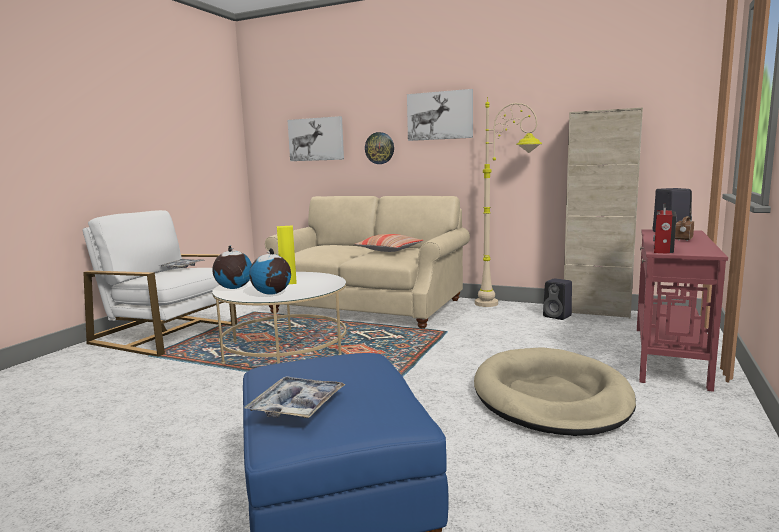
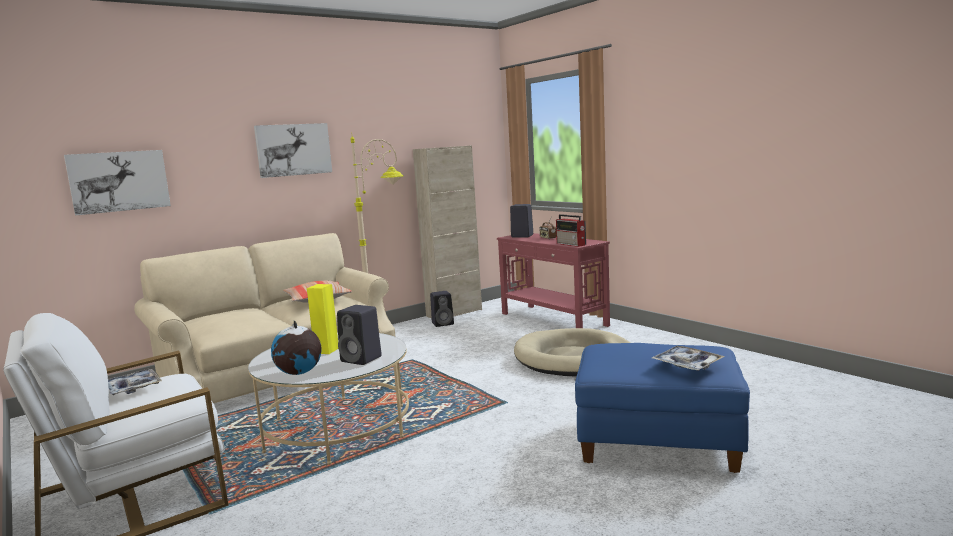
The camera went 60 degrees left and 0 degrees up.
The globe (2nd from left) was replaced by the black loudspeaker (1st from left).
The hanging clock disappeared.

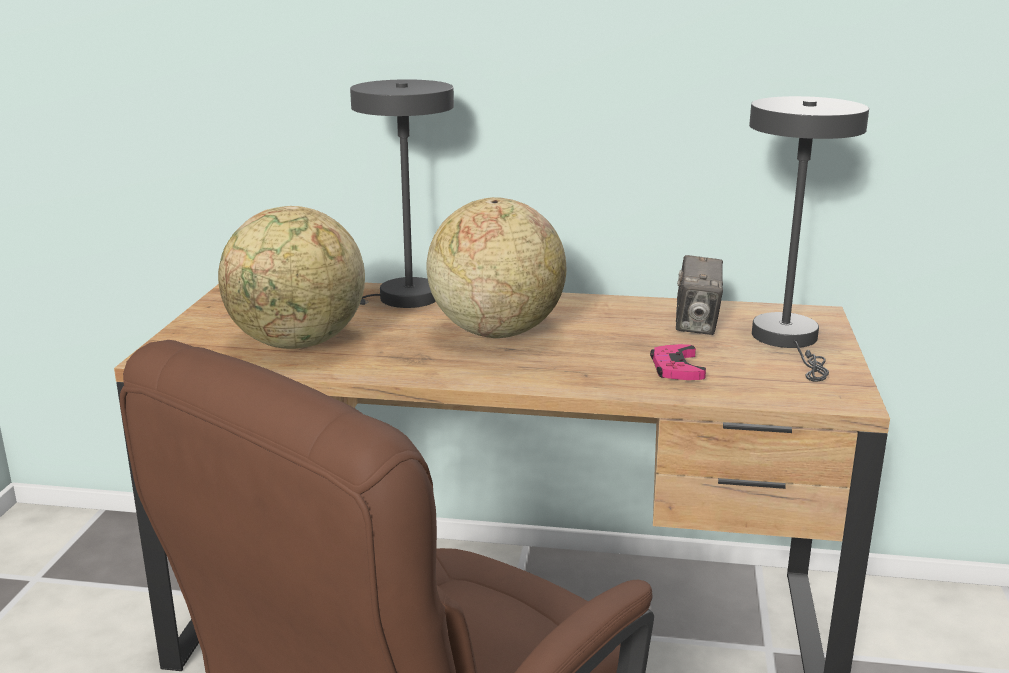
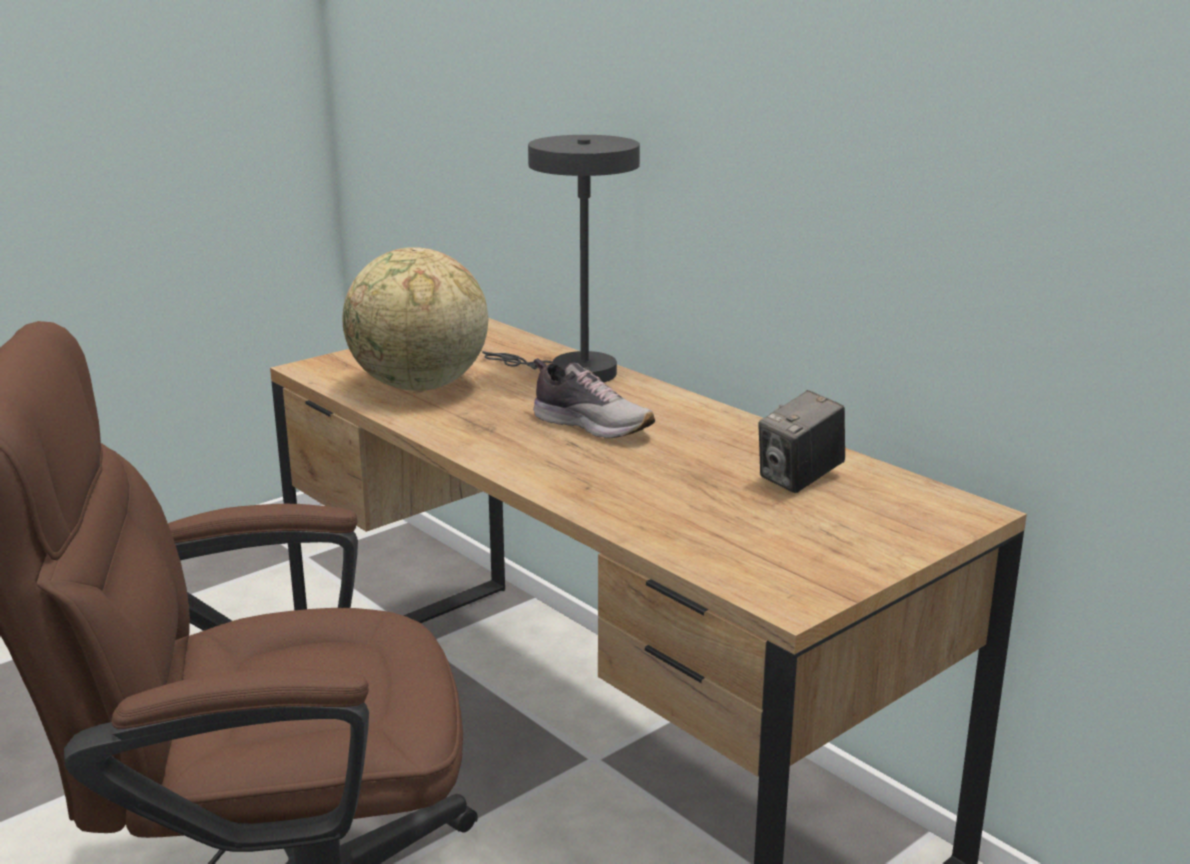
The camera went 40 degrees right and 0 degrees up.
The globe (2nd from left) was replaced by the item of footwear.
The pink joypad disappeared.
The grey lamp for a table (2nd from left) disappeared.

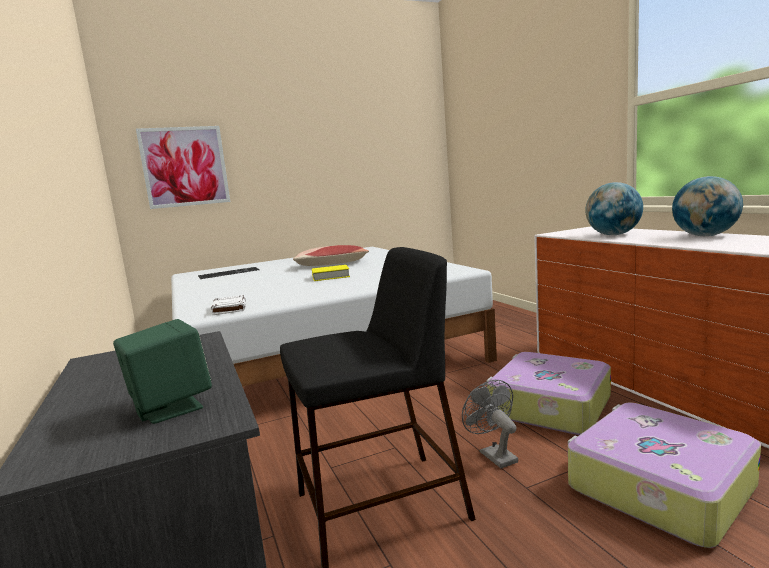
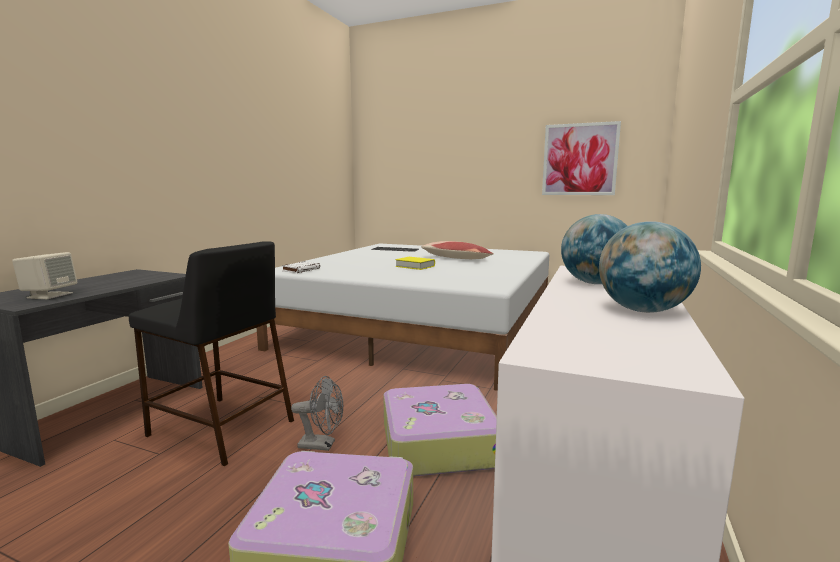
The camera went 45 degrees right and 0 degrees up.
The greenish loudspeaker became the sand-coloured loudspeaker.
The grey electric fan turned 75 degrees clockwise.
The wall art moved.

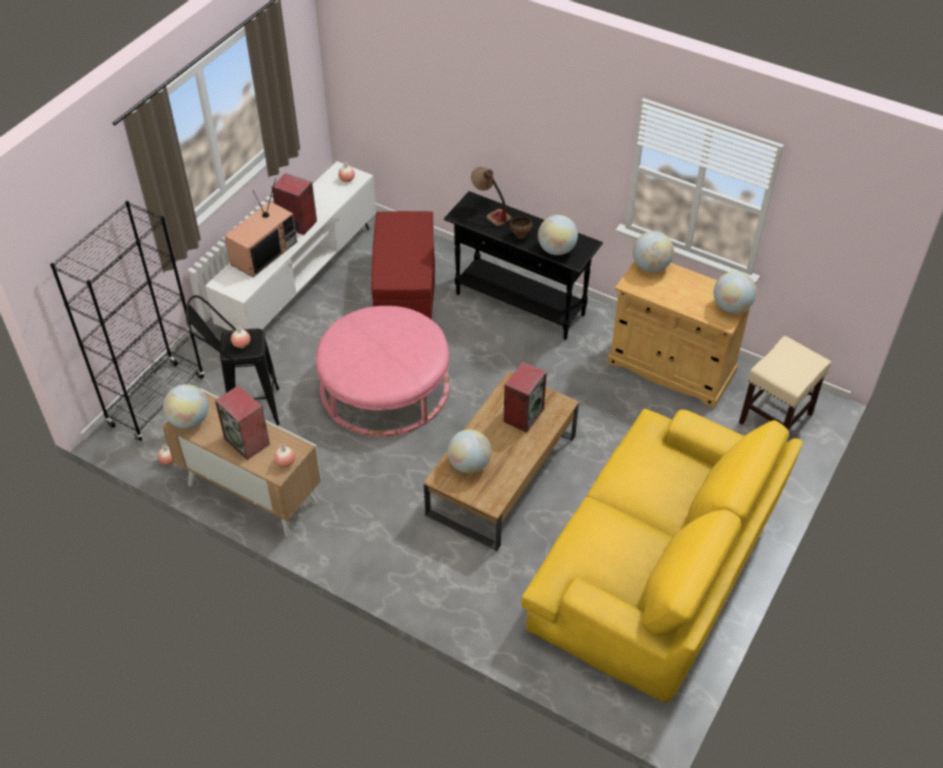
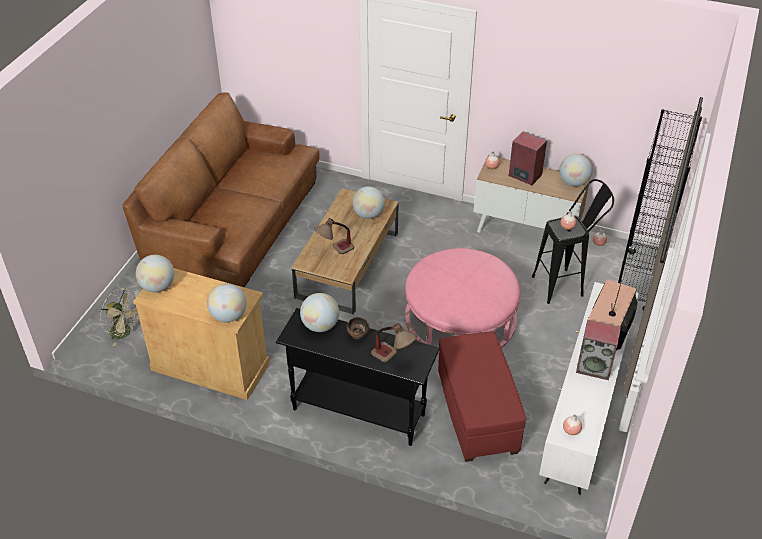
The camera went 170 degrees right and 5 degrees down.
The sand-coloured stool was replaced by the sand-coloured electric fan.
The yellowish sofa became the brown sofa.
The loudspeaker (3rd from left) was replaced by the lamp for a table (1st from left).

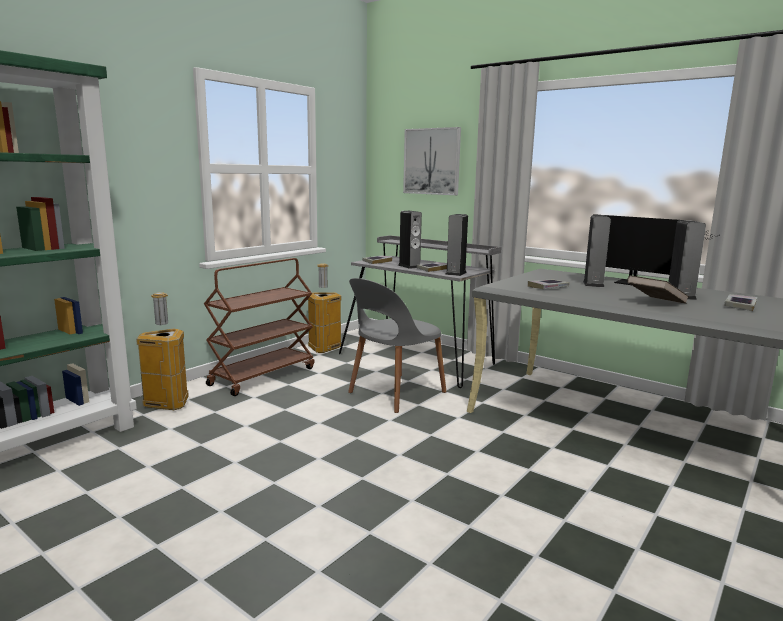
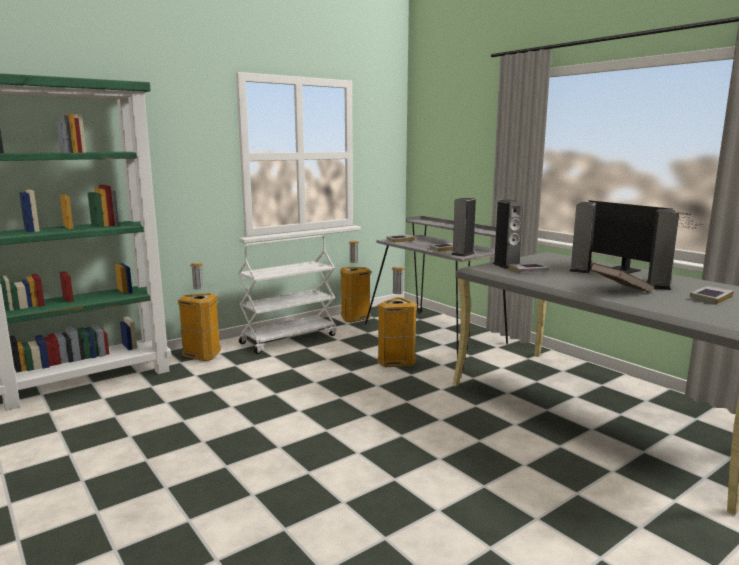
The camera went 15 degrees right and 0 degrees up.
The brown cart became the white cart.
The grey plain chair was replaced by the waste bin (3rd from left).
The loudspeaker (1st from left in the first image) moved.
The wall art disappeared.

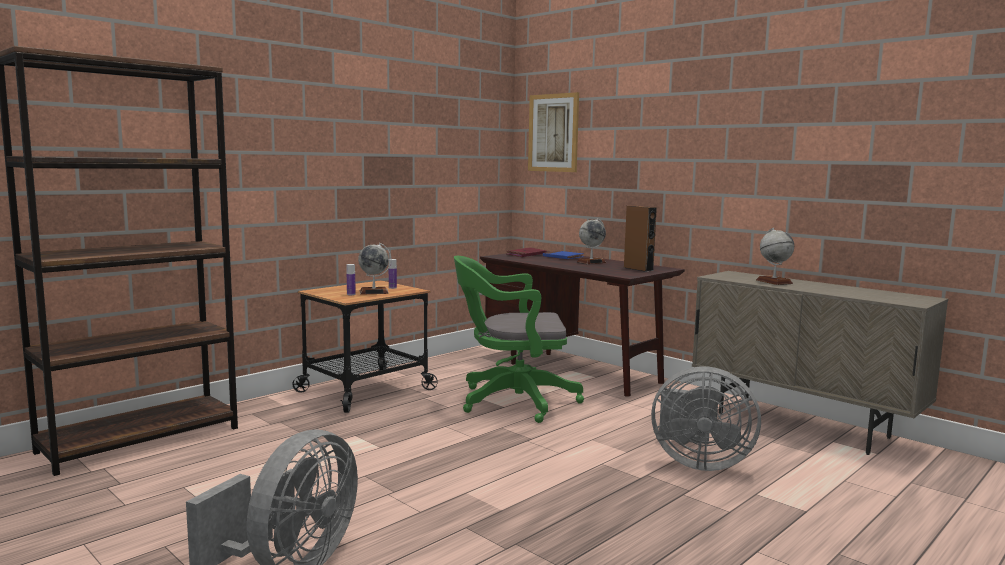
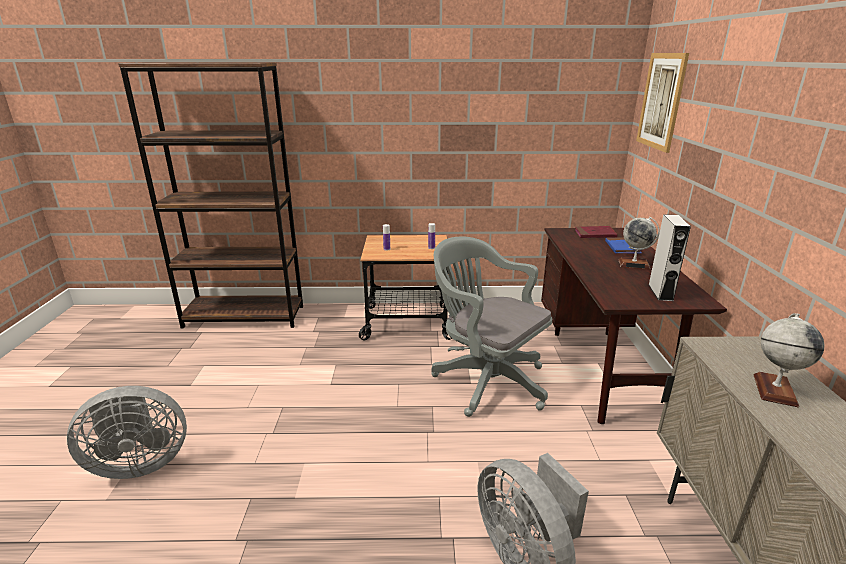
The camera went 45 degrees right and 15 degrees up.
The greenish office chair became the grey office chair.
The brown loudspeaker became the grey loudspeaker.
The globe (1st from left) disappeared.

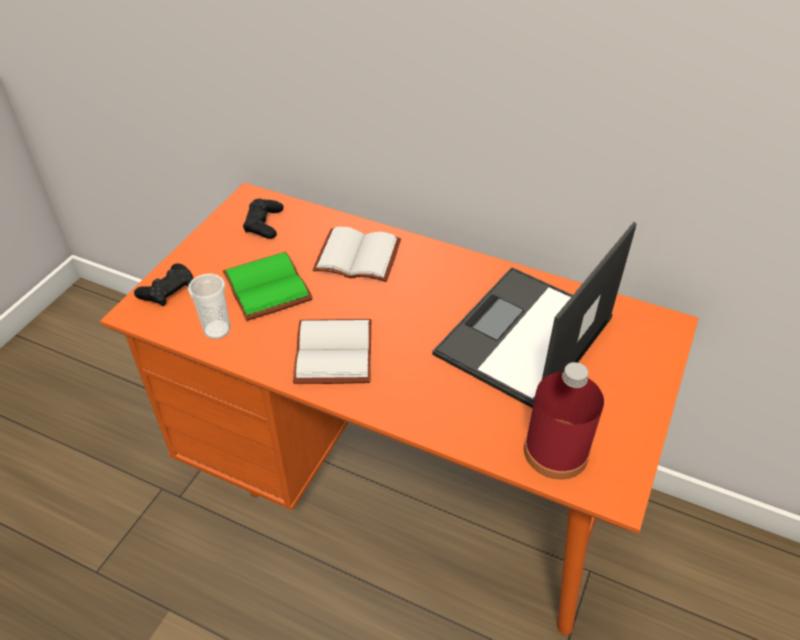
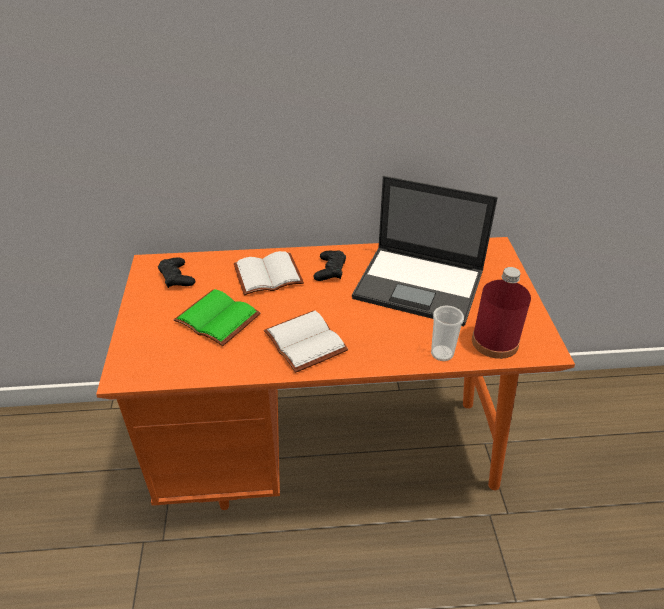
The camera went 30 degrees left and 5 degrees down.
The black joypad (1st from left in the first image) moved.
The notebook computer turned 75 degrees counterclockwise.
The small cup moved.

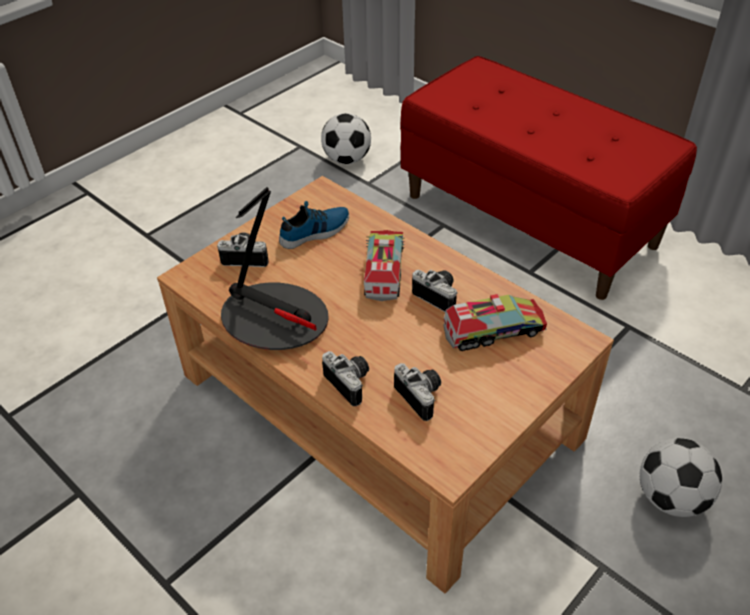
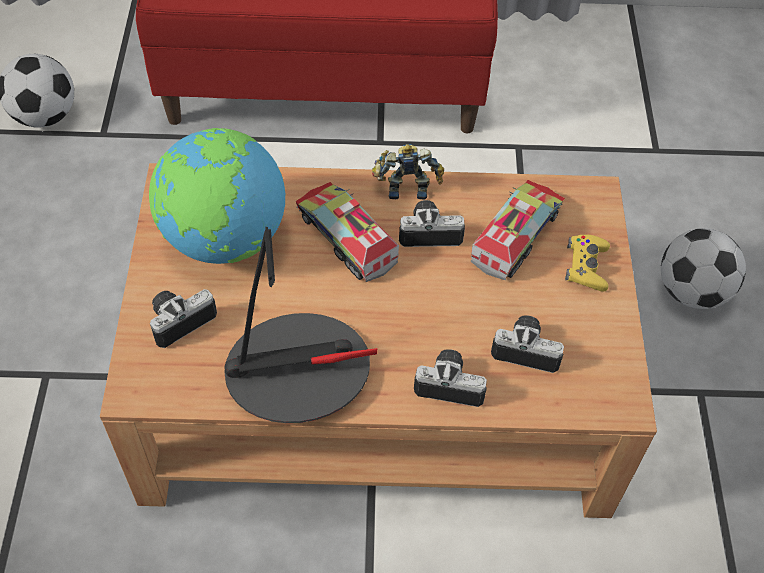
The camera went 45 degrees left and 10 degrees up.
The item of footwear was replaced by the globe.
The model robot appeared.
The yellowish joypad appeared.

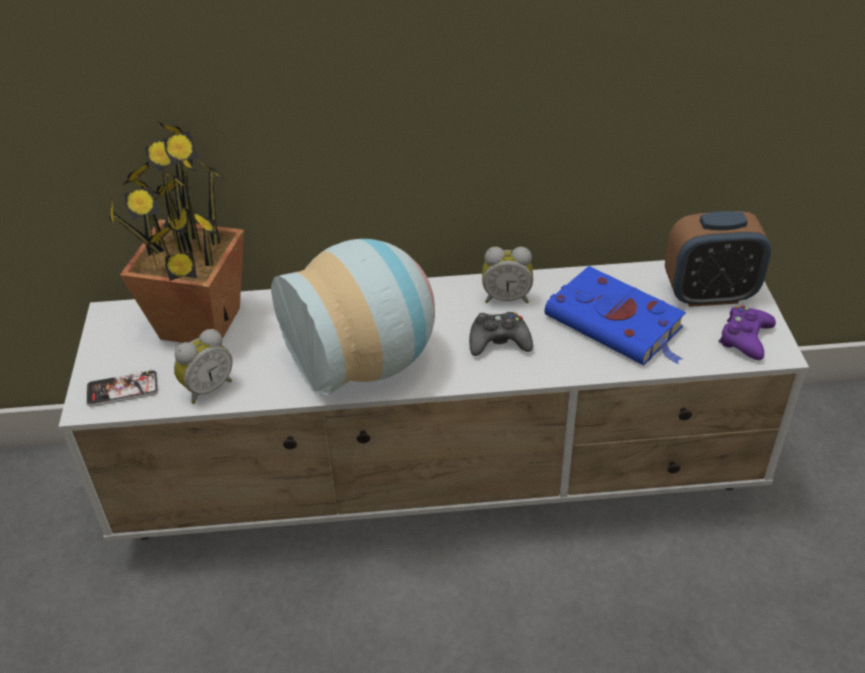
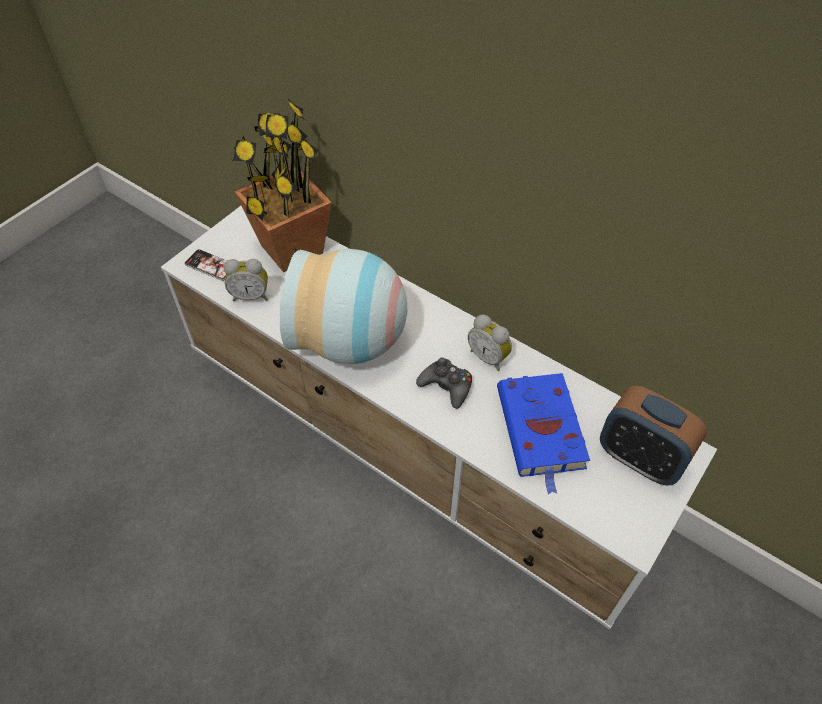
The camera went 40 degrees right and 10 degrees up.
The purple joypad disappeared.

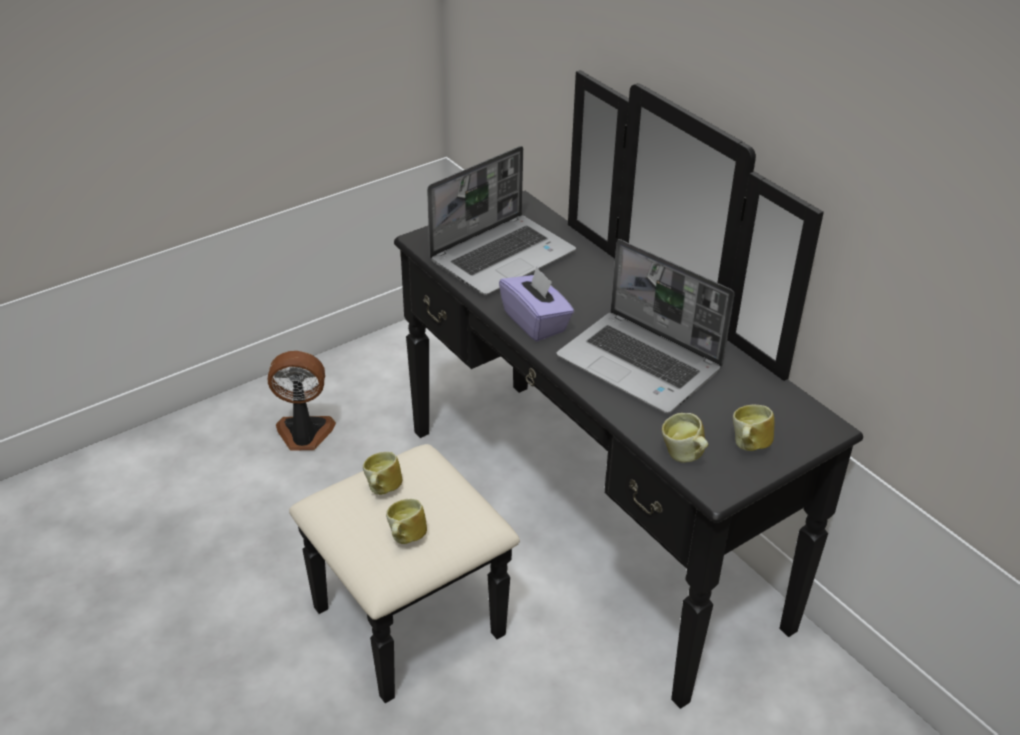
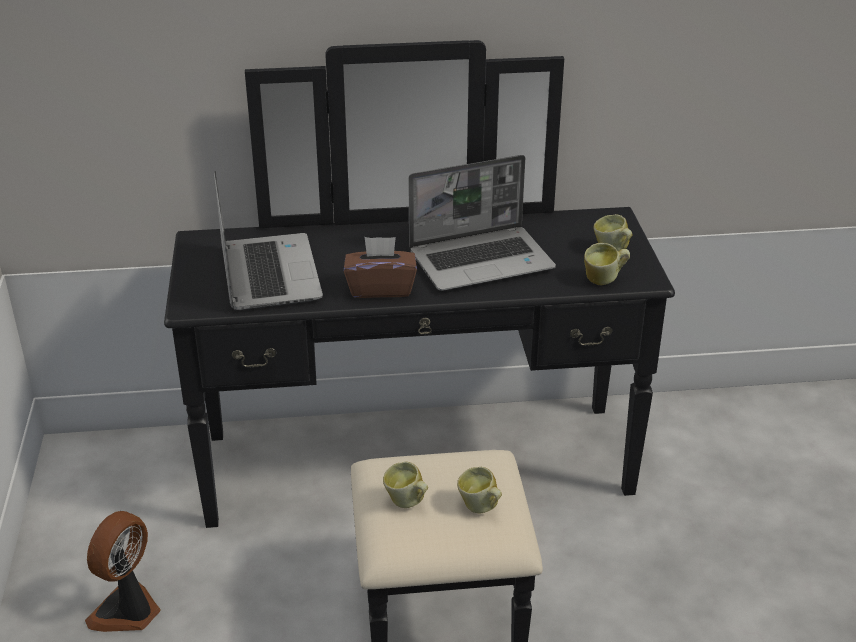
The camera went 60 degrees left and 5 degrees down.
The purple tissue holder became the brown tissue holder.

